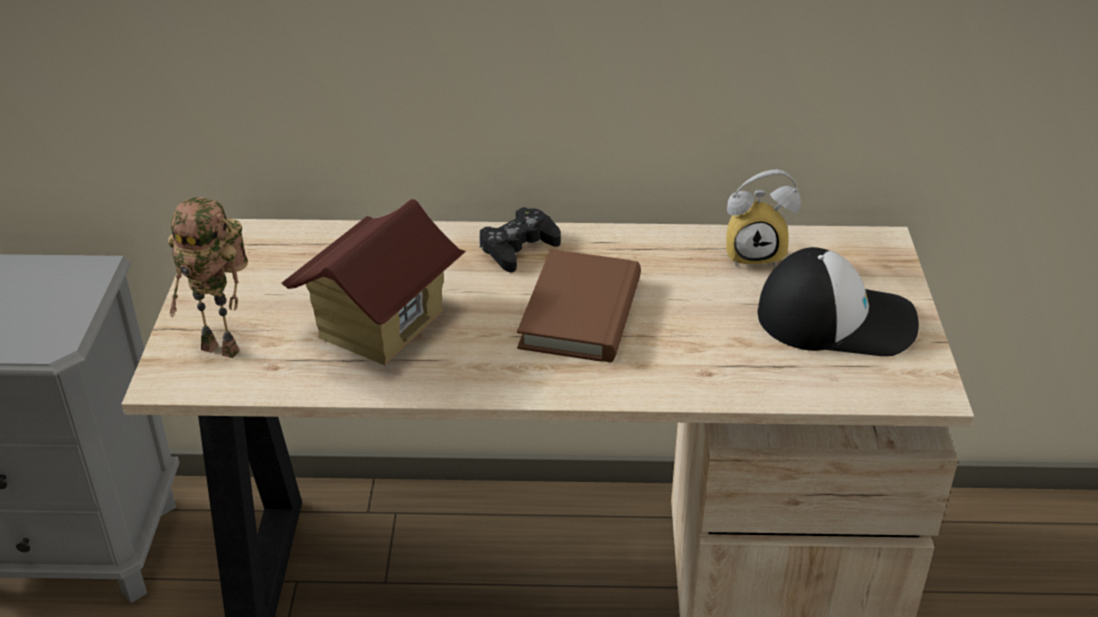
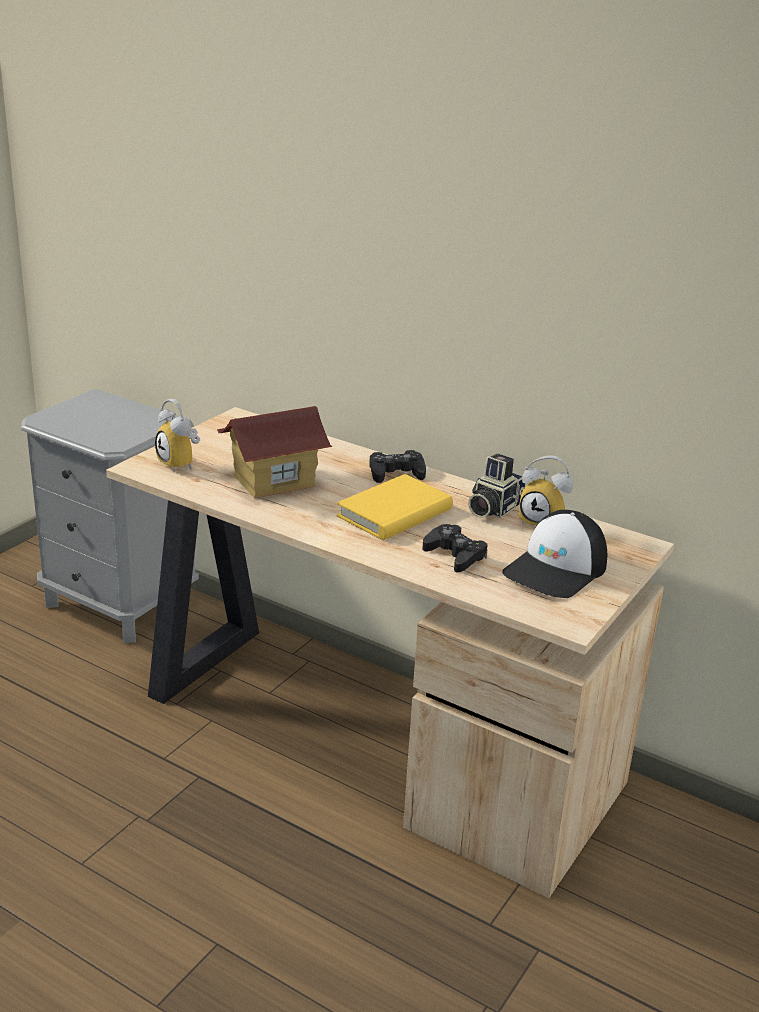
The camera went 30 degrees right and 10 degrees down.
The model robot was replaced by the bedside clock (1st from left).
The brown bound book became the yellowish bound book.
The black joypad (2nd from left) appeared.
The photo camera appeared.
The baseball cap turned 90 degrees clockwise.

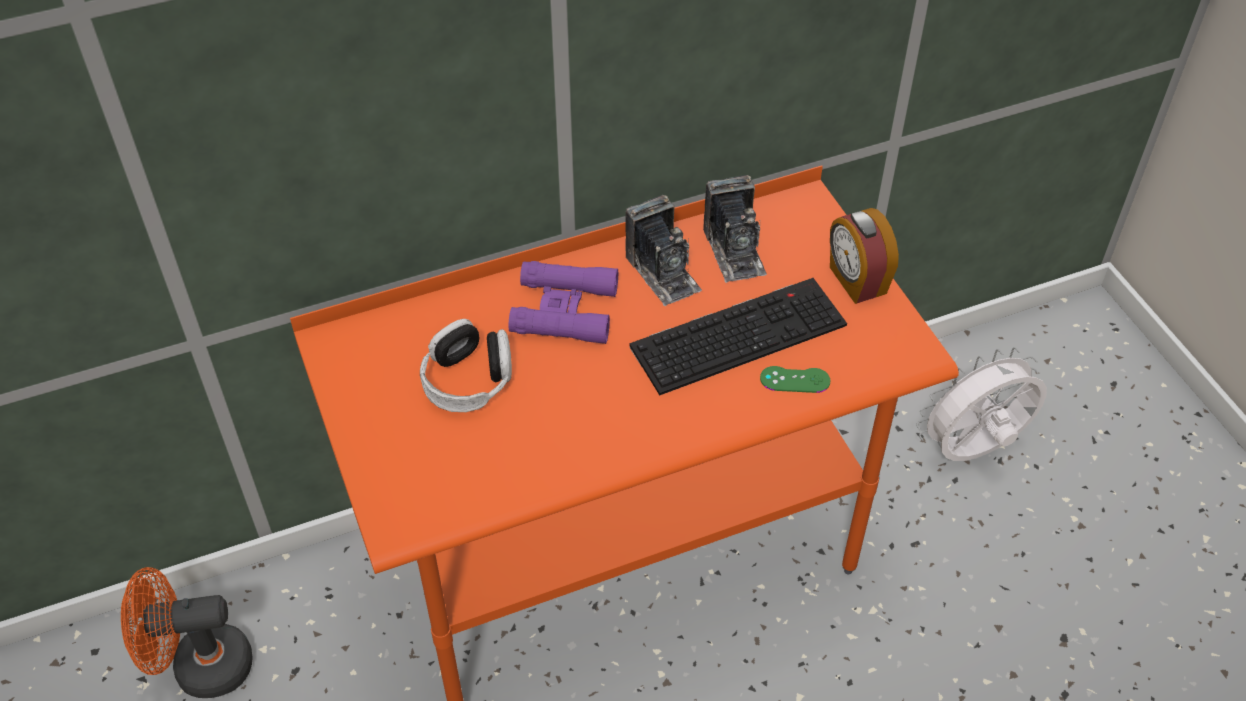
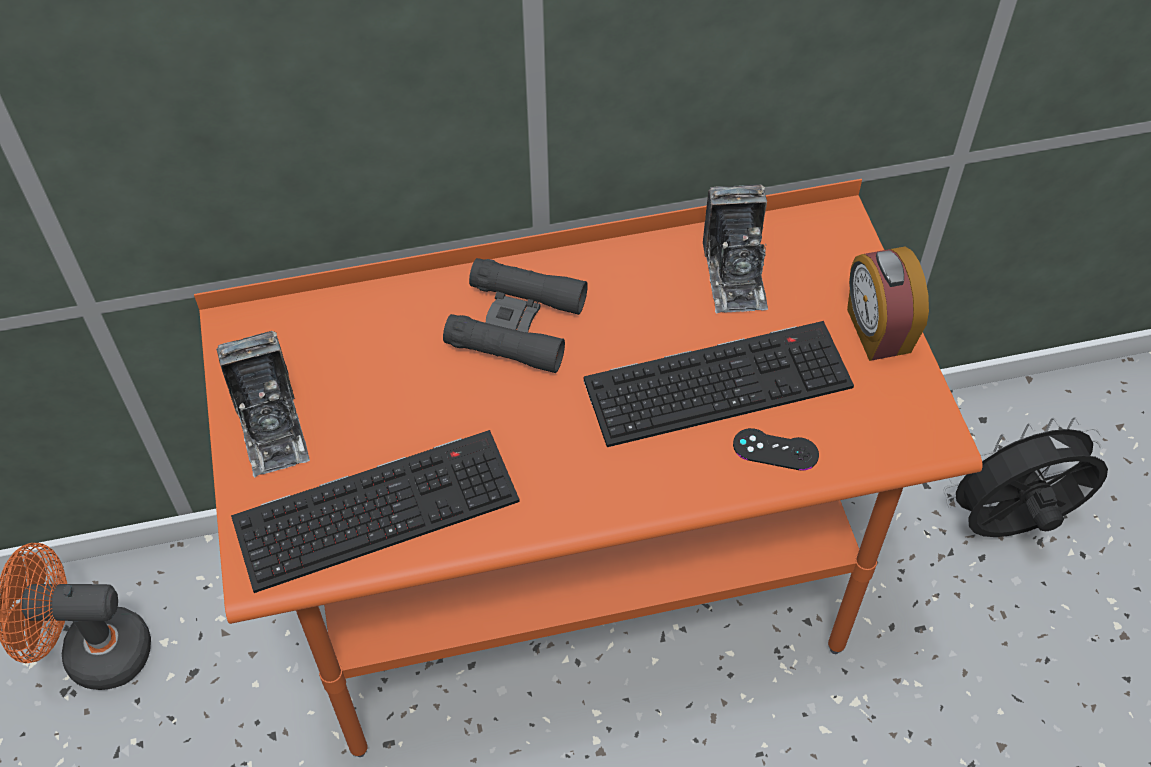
The camera went 10 degrees right and 5 degrees up.
The photo camera (1st from left) moved.
The keyboard (1st from left) appeared.
The purple pair of binoculars became the black pair of binoculars.
The greenish joypad became the black joypad.
The white electric fan became the black electric fan.
The pair of headphones disappeared.

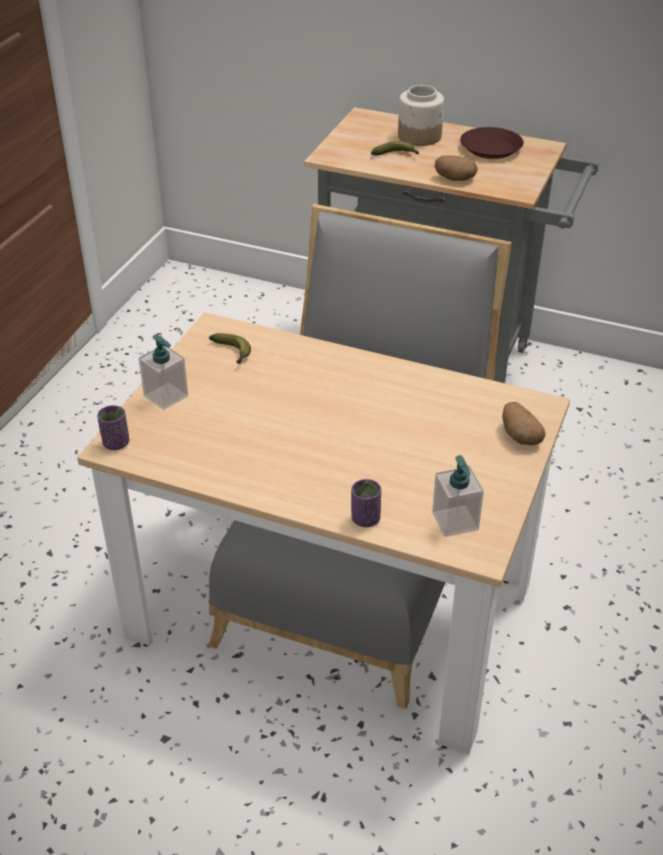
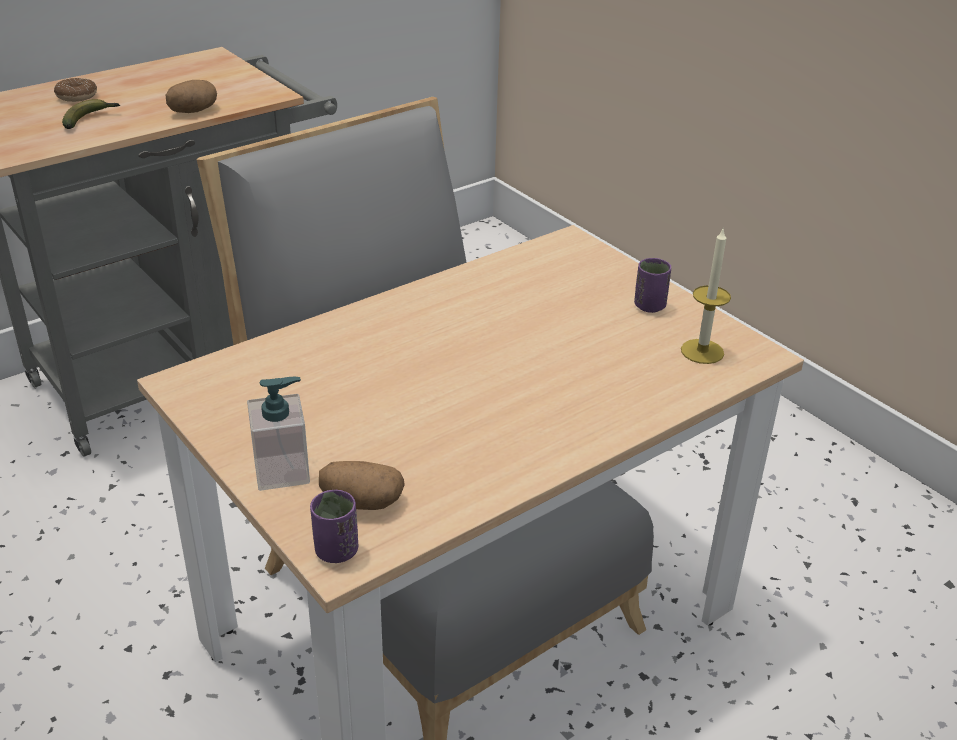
The camera went 60 degrees left and 5 degrees down.
The preserve jar was replaced by the ring doughnut.
The spud (2nd from left) moved.
The purple small cup (2nd from left) moved.
The liquid soap bottle (2nd from left) was replaced by the wax light.
The whole banana (1st from left) disappeared.
The brown dinner plate disappeared.

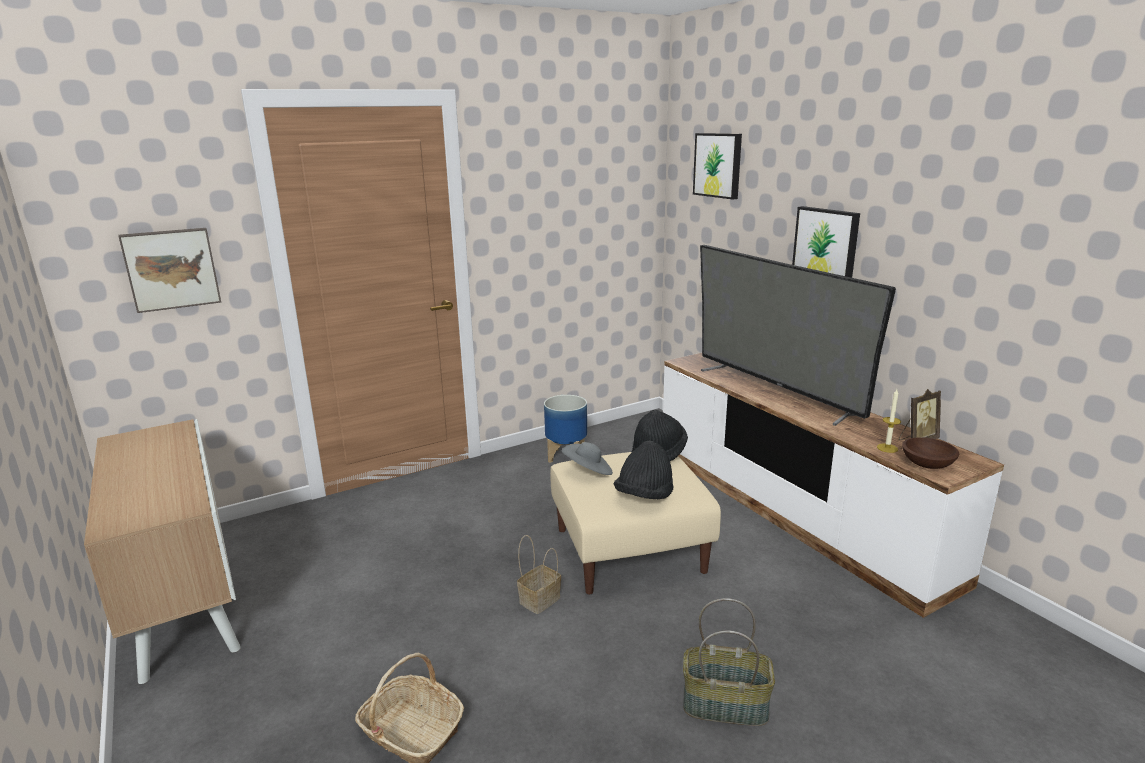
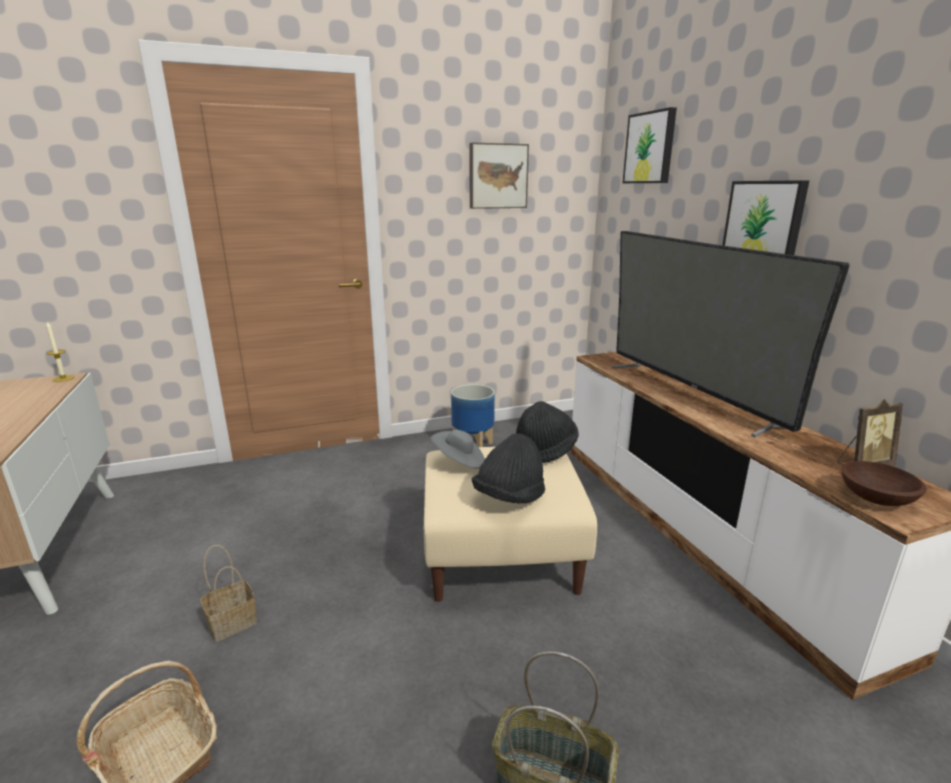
The camera went 10 degrees right and 0 degrees up.
The wax light moved.
The basket (2nd from left) moved.
The wall art (1st from left) moved.

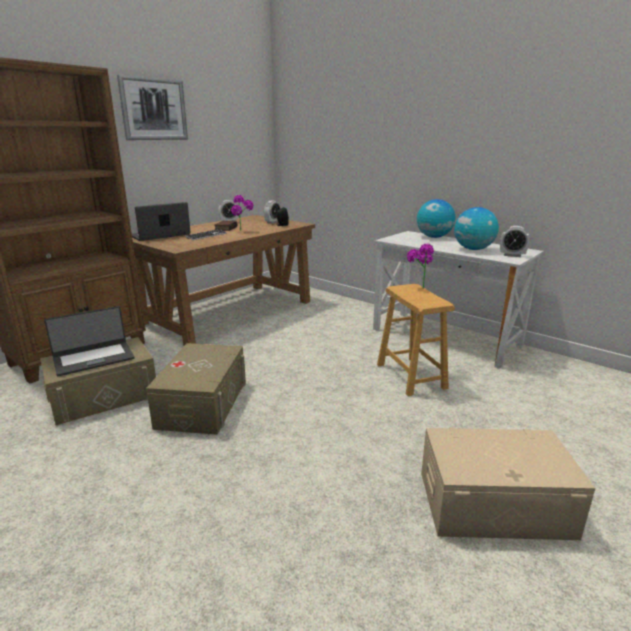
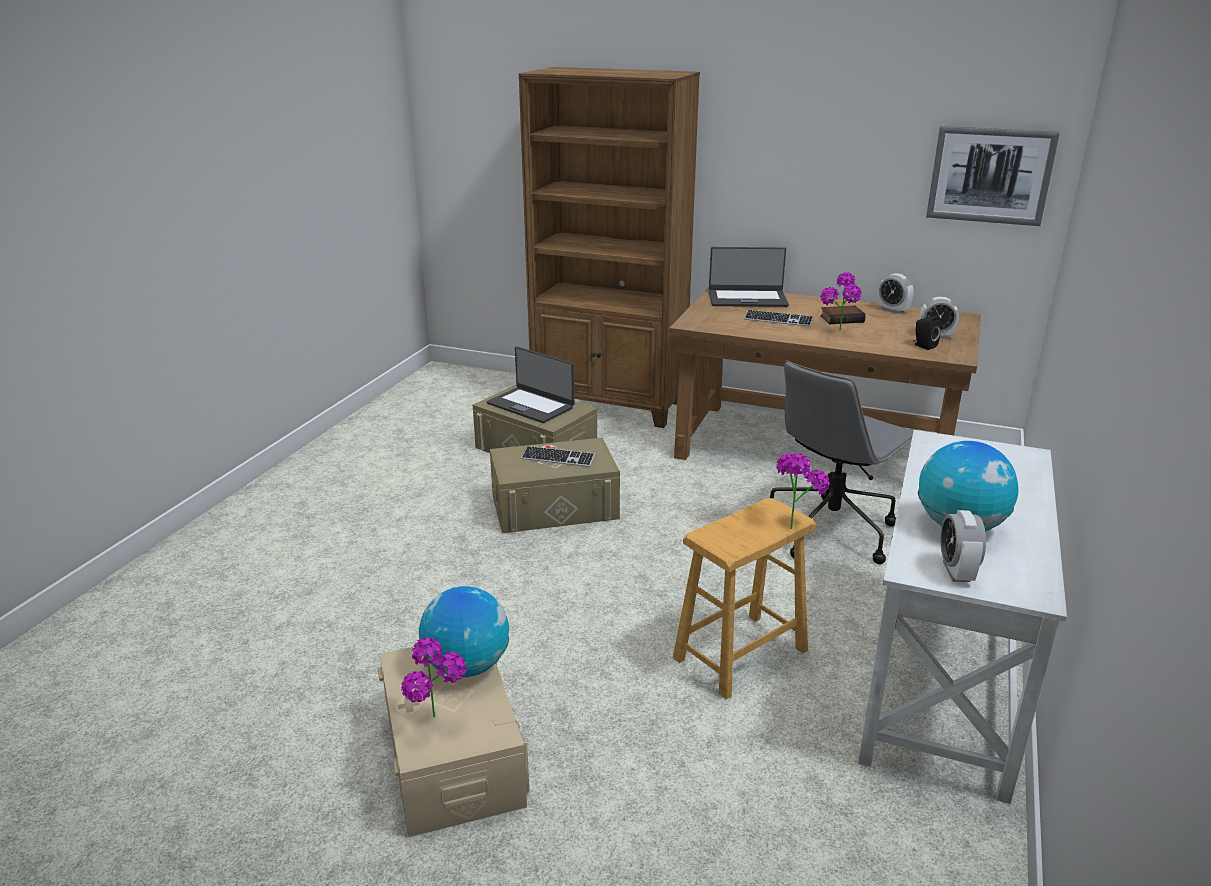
The camera went 70 degrees right and 5 degrees up.
The potted plant (1st from left) appeared.
The globe (1st from left) moved.
The keyboard (1st from left) appeared.
The notebook computer (2nd from left) turned 150 degrees clockwise.
The grey office chair appeared.
The wall art moved.

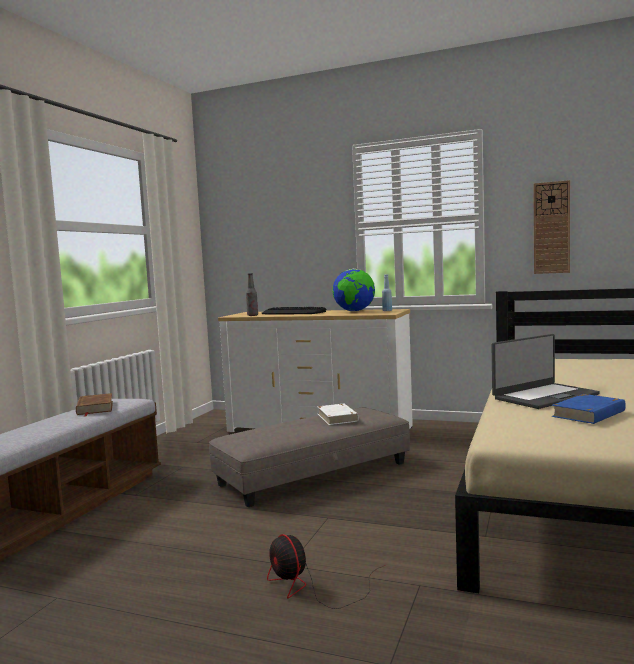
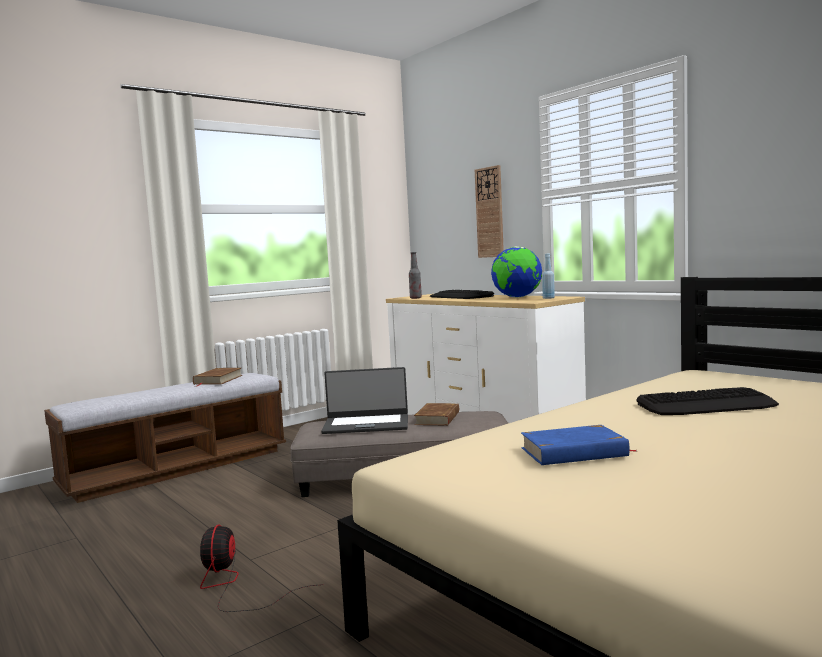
The camera went 30 degrees right and 0 degrees up.
The notebook computer moved.
The white bound book became the brown bound book (2nd from left).
The hanging clock moved.
The keyboard (2nd from left) appeared.

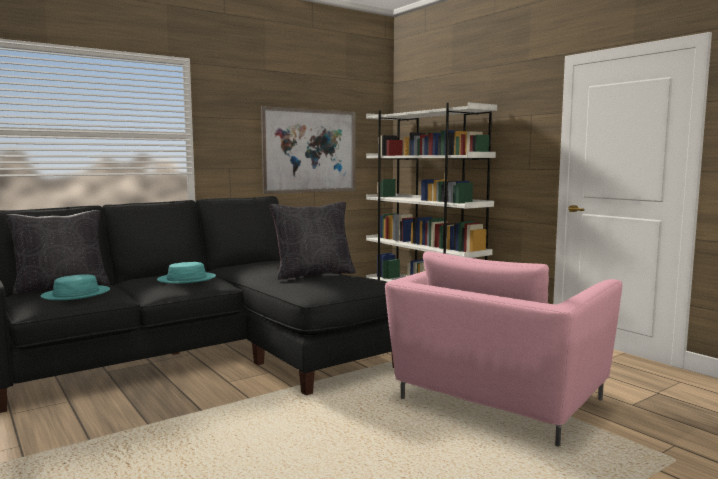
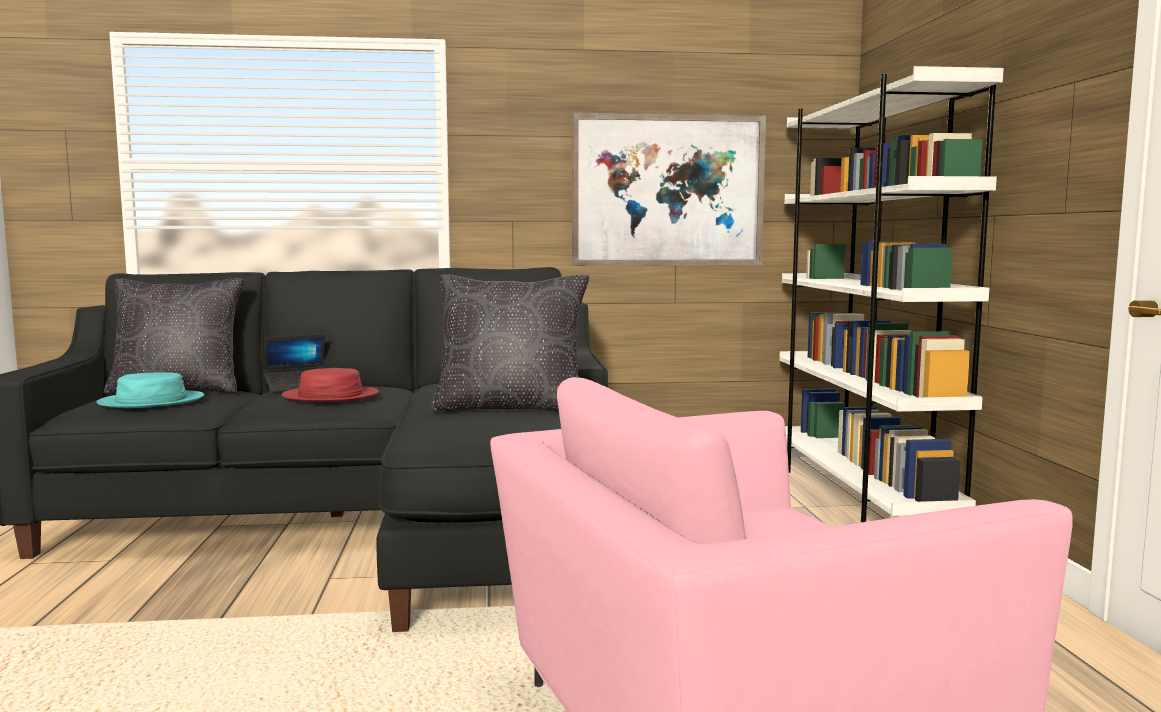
The camera went 30 degrees right and 0 degrees up.
The notebook computer appeared.
The blue-green wearable hat (2nd from left) became the red wearable hat.

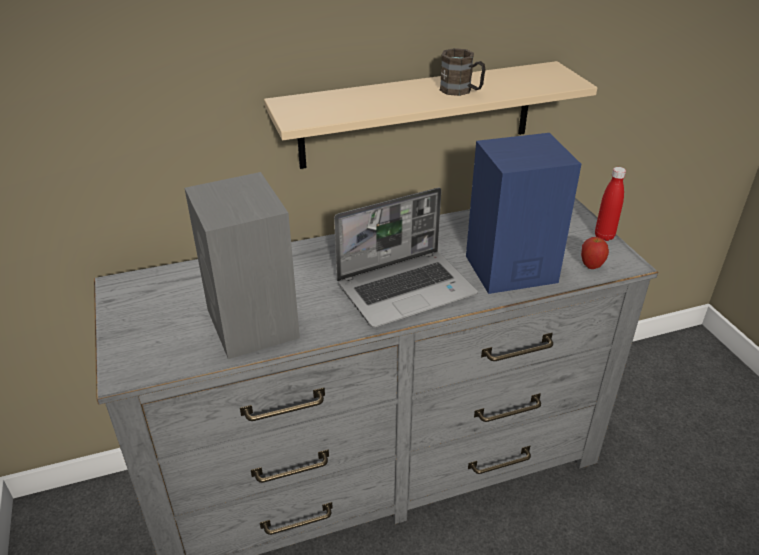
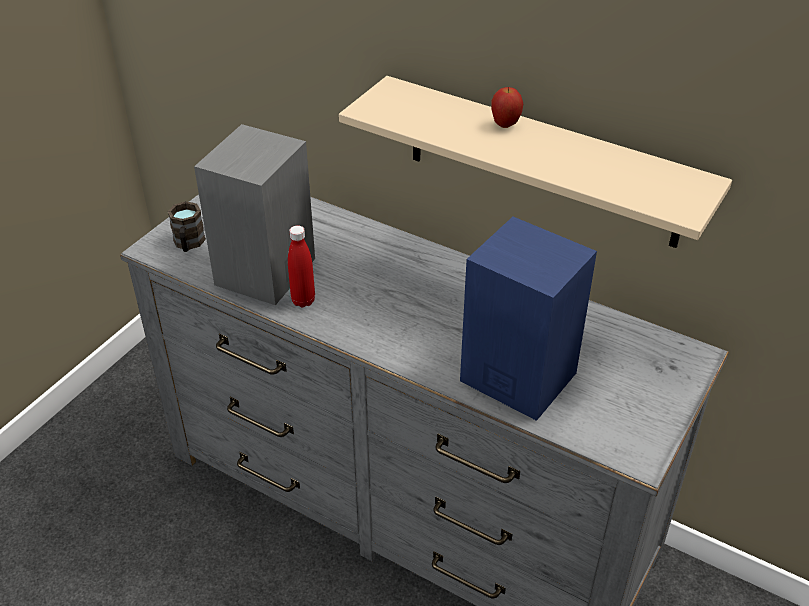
The camera went 50 degrees right and 5 degrees up.
The brown tea mug moved.
The red bottle moved.
The apple fruit moved.
The notebook computer disappeared.

